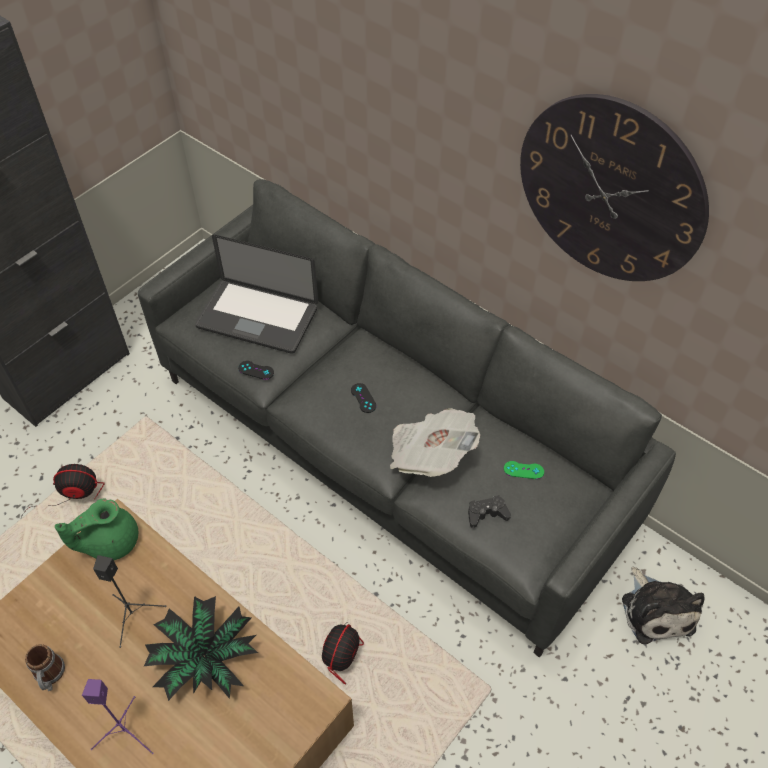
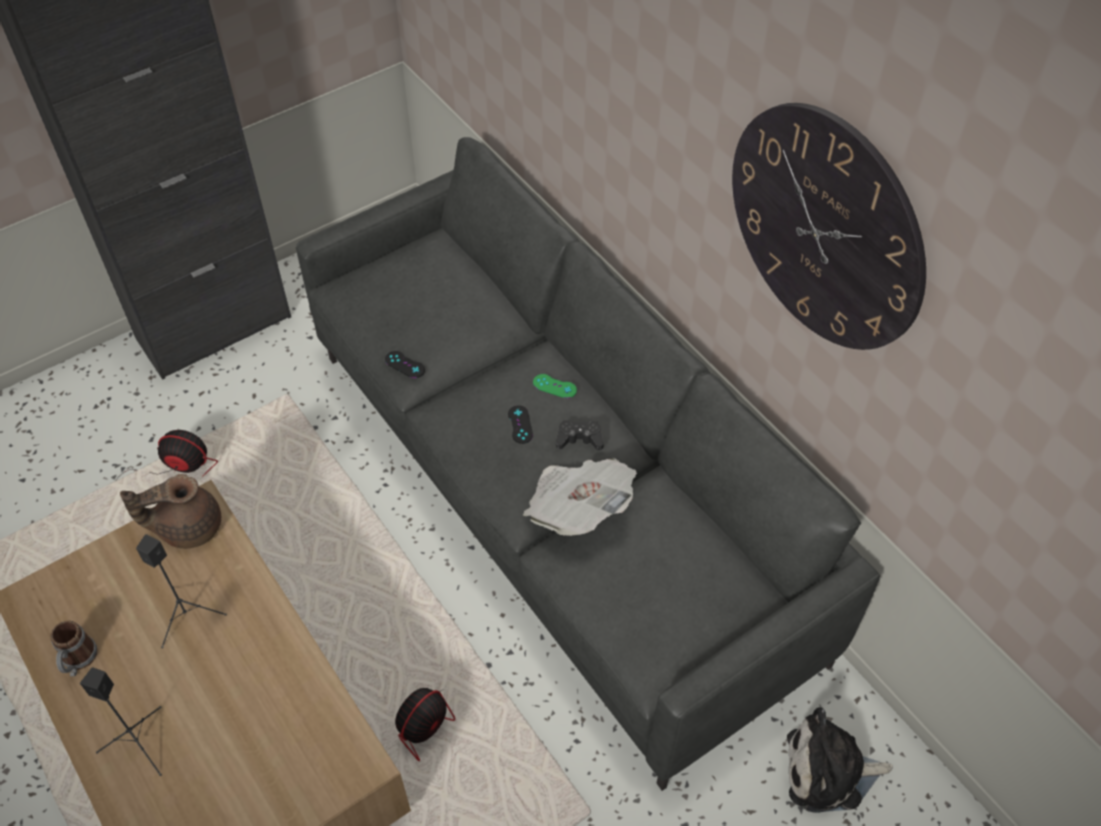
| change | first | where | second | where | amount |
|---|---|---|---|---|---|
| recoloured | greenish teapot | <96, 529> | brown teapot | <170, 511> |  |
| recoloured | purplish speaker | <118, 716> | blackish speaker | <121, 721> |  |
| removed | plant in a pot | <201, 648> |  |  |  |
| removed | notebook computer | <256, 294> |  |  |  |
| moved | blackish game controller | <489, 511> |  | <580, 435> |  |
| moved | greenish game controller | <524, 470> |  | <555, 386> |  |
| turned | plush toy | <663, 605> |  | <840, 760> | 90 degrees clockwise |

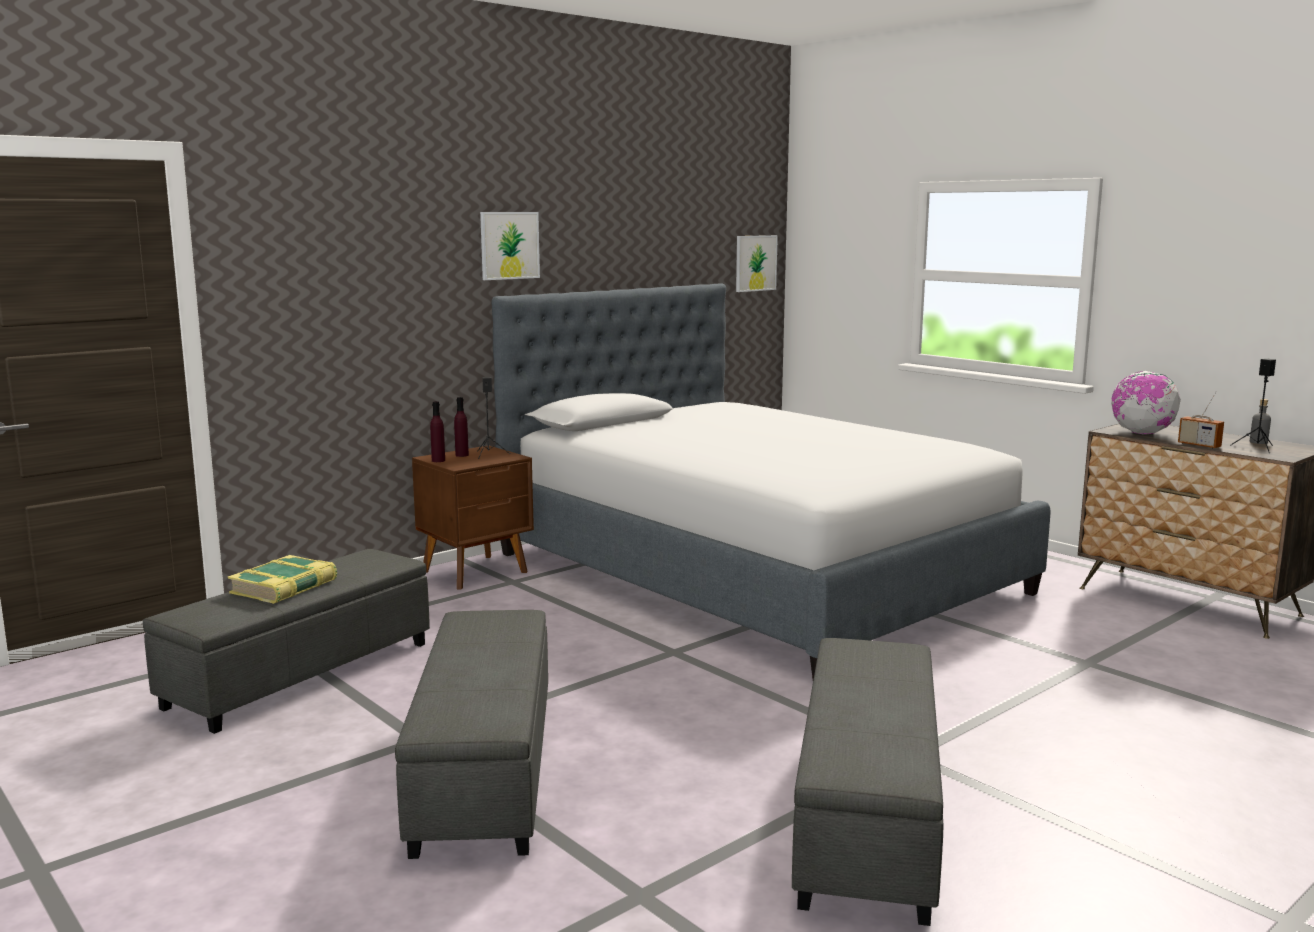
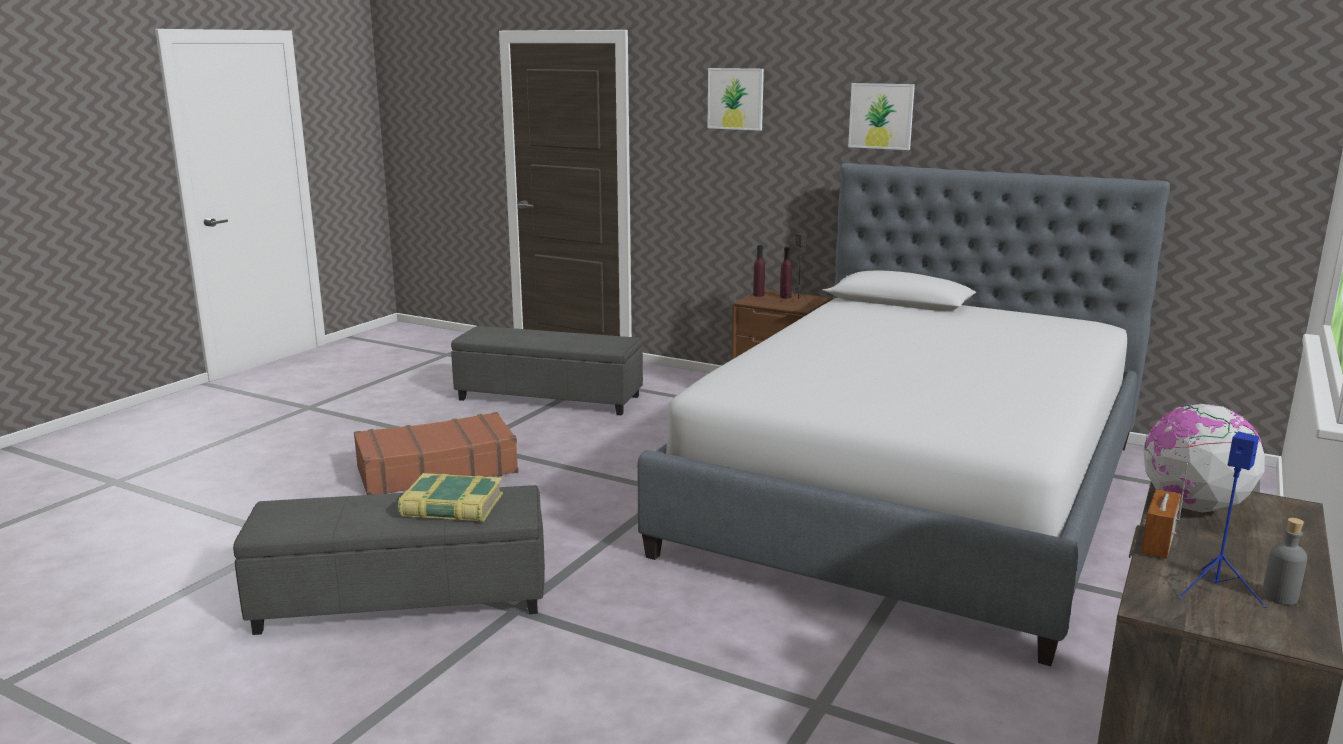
| change | first | where | second | where | amount |
|---|---|---|---|---|---|
| moved | bound book | <282, 579> |  | <450, 497> |  |
| replaced | gray pouffe | <471, 734> | brown piece of luggage | <436, 453> |  |
| moved | picture | <757, 263> |  | <735, 99> |  |
| recoloured | blackish speaker | <1253, 406> | blue speaker | <1222, 519> |  |

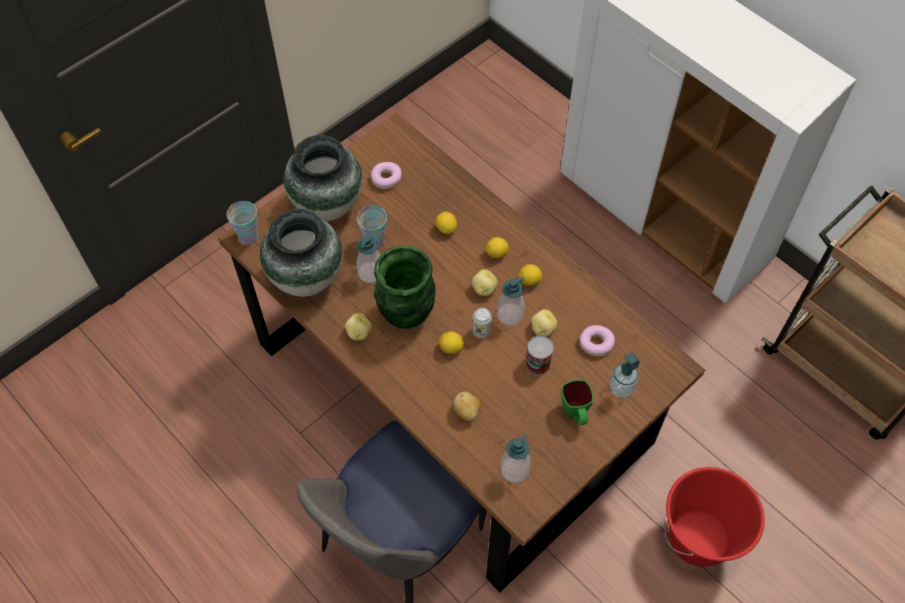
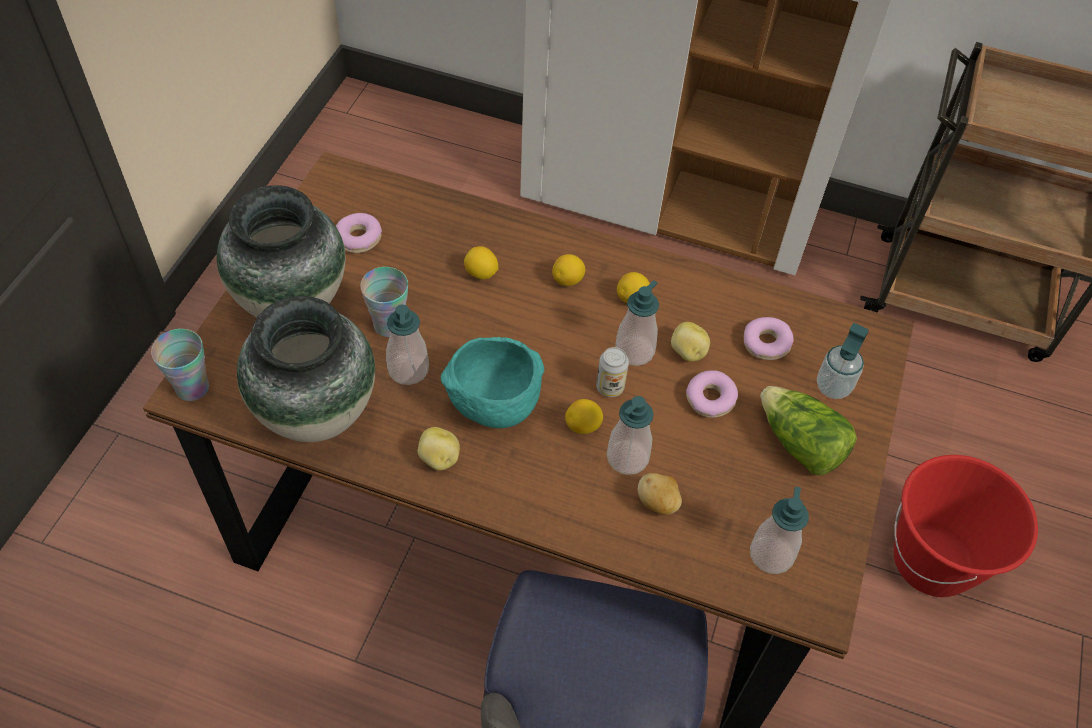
| change | first | where | second | where | amount |
|---|---|---|---|---|---|
| replaced | greenish flower vase | <405, 287> | turquoise deep dish | <492, 382> |  |
| removed | whole potato | <485, 282> |  |  |  |
| replaced | metal can | <540, 355> | doughnut | <712, 394> |  |
| replaced | greenish coffee mug | <577, 402> | head of lettuce | <808, 431> |  |
| added |  |  | liquid soap bottle | <630, 435> |  |

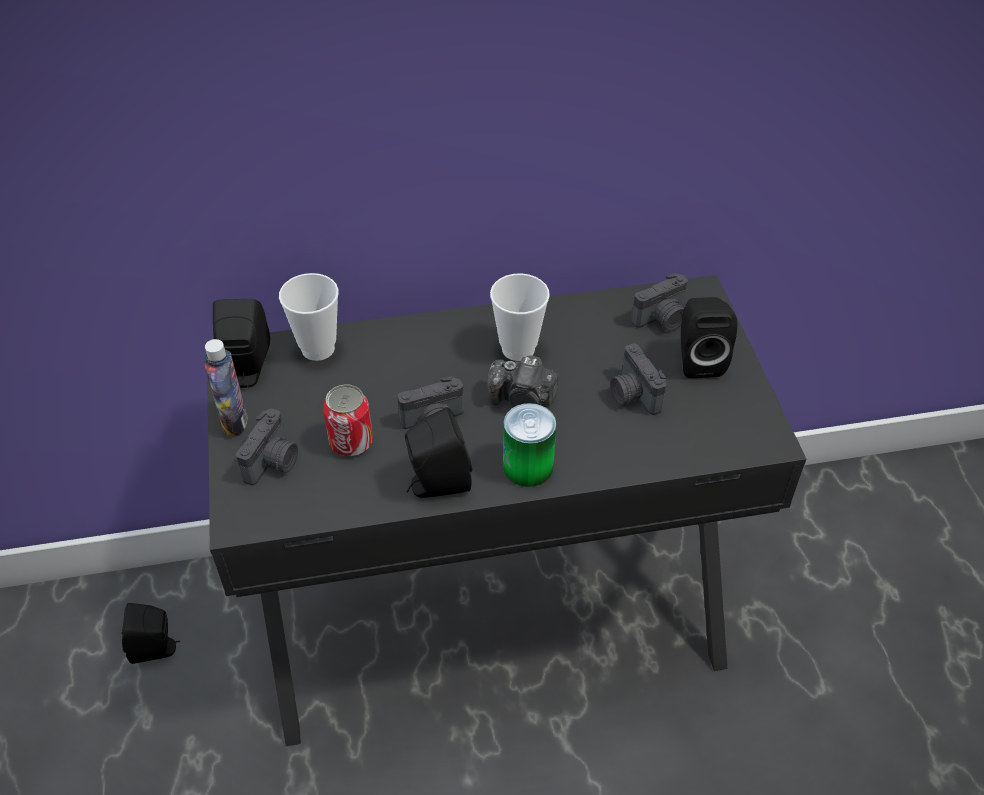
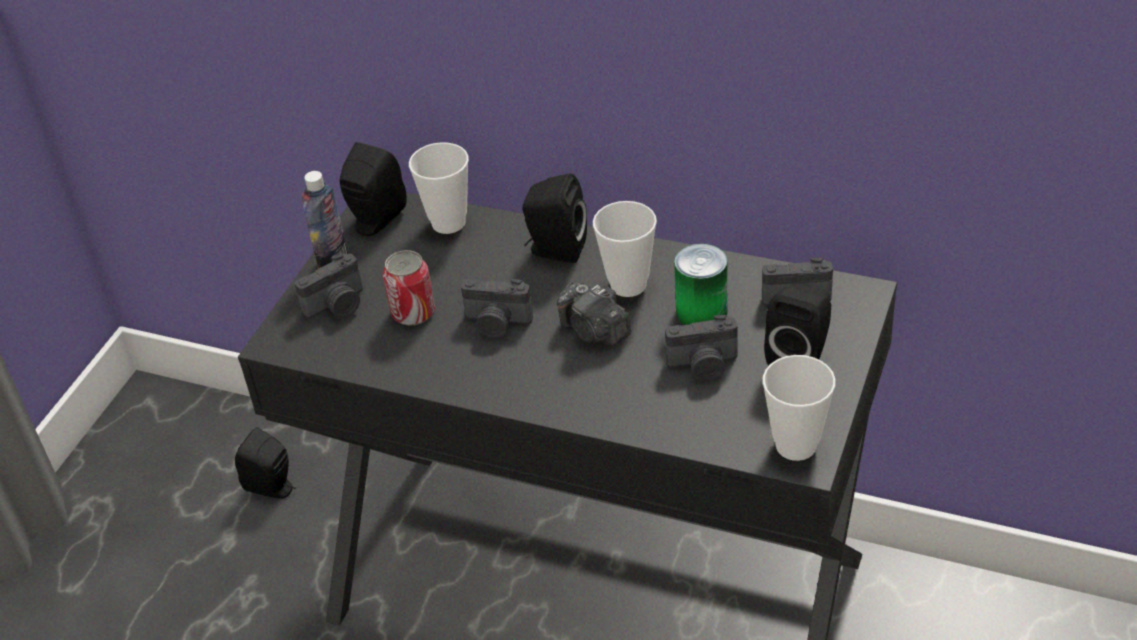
| change | first | where | second | where | amount |
|---|---|---|---|---|---|
| moved | blackish speaker | <438, 452> |  | <554, 218> |  |
| moved | metal can | <529, 445> |  | <701, 284> |  |
| turned | photo camera | <638, 379> |  | <701, 348> | 105 degrees counterclockwise |
| added |  |  | cup | <799, 408> |  |

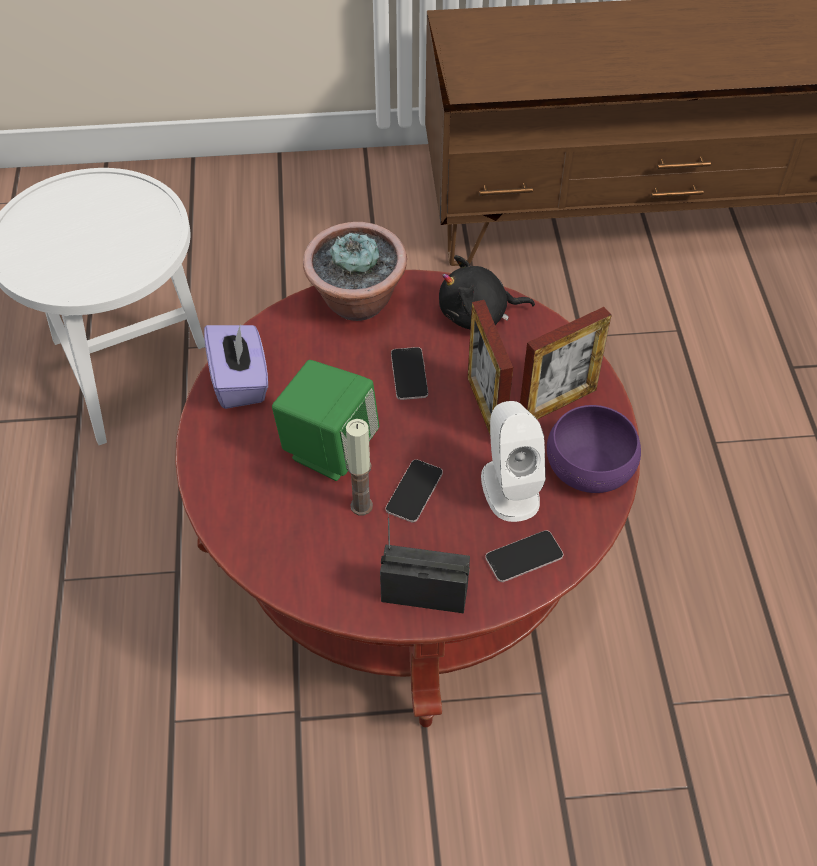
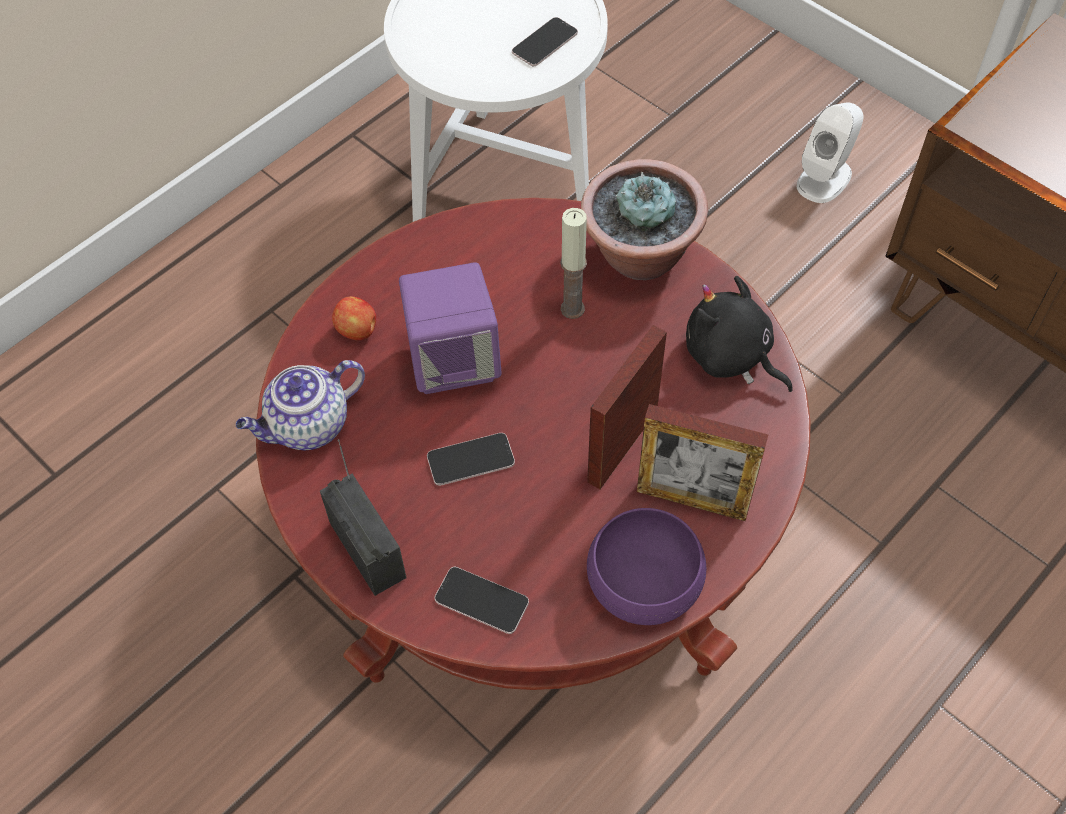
| change | first | where | second | where | amount |
|---|---|---|---|---|---|
| removed | purplish tissue box | <236, 366> |  |  |  |
| recoloured | greenish speaker | <325, 420> | purplish speaker | <450, 328> |  |
| moved | wax candle | <359, 467> |  | <573, 263> |  |
| moved | handset | <409, 373> |  | <545, 41> |  |
| moved | white speaker | <513, 461> |  | <830, 152> |  |
| added |  |  | teapot | <300, 405> |  |
| added |  |  | whole apple | <354, 318> |  |

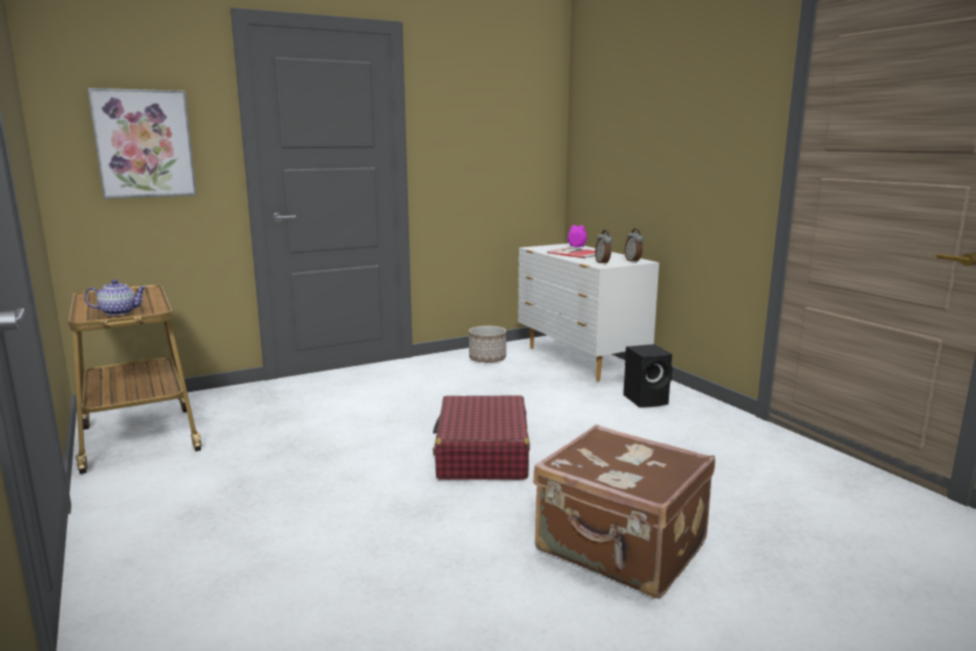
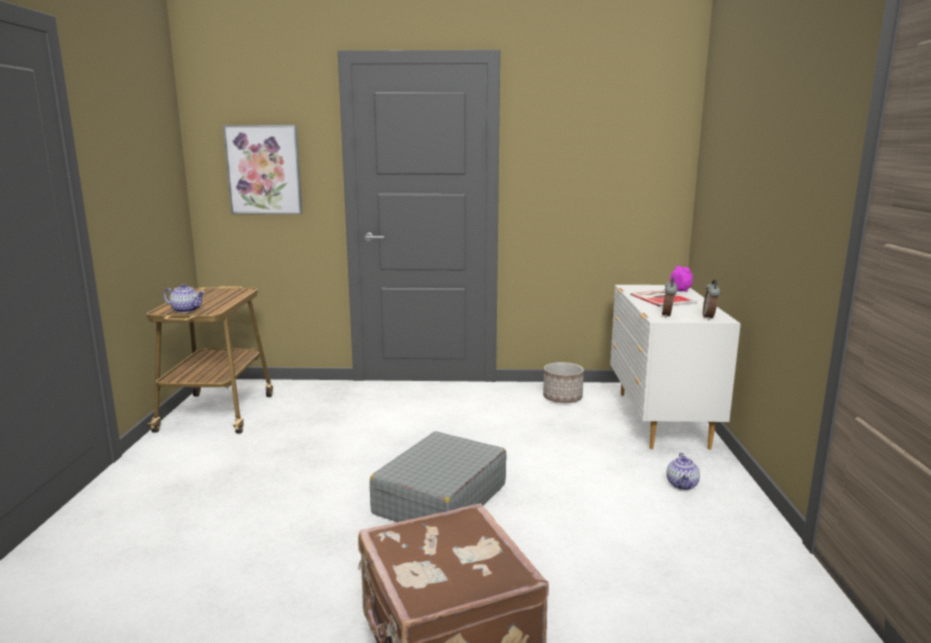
| change | first | where | second | where | amount |
|---|---|---|---|---|---|
| recoloured | red piece of luggage | <481, 437> | gray piece of luggage | <438, 476> |  |
| replaced | blackish speaker | <648, 376> | teapot | <683, 471> |  |

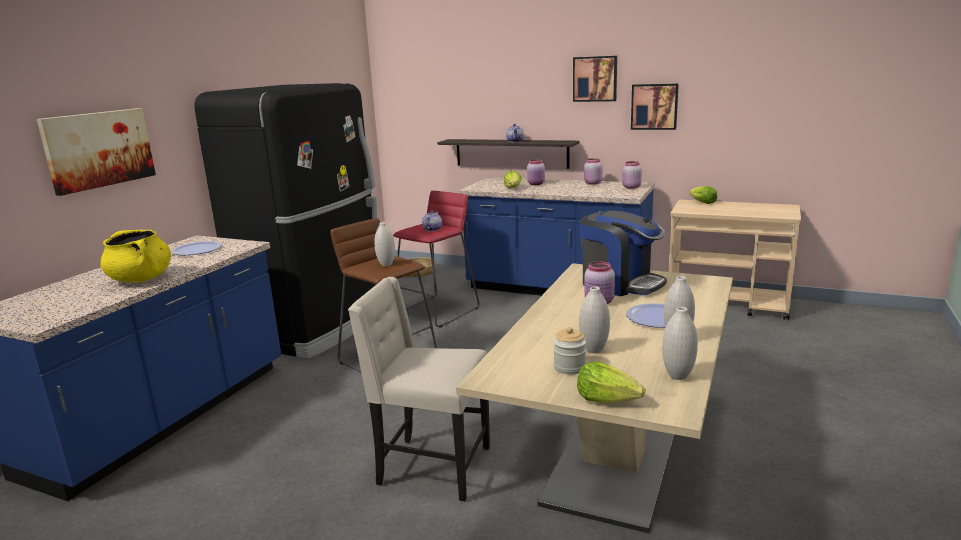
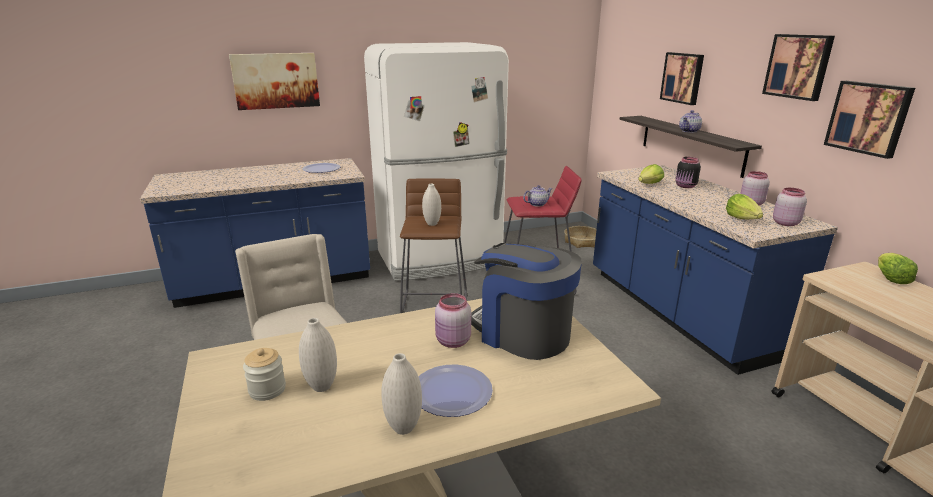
| change | first | where | second | where | amount |
|---|---|---|---|---|---|
| removed | yellow saucepot | <136, 256> |  |  |  |
| recoloured | blackish refrigerator | <285, 221> | white refrigerator | <436, 161> |  |
| recoloured | pink-coloured storage jar | <536, 172> | blackish storage jar | <688, 172> |  |
| moved | head of lettuce | <611, 382> |  | <744, 206> |  |
| turned | coffee machine | <623, 253> |  | <526, 301> | 135 degrees clockwise |
| removed | white flower vase | <680, 343> |  |  |  |
| added |  |  | picture | <682, 78> |  |

